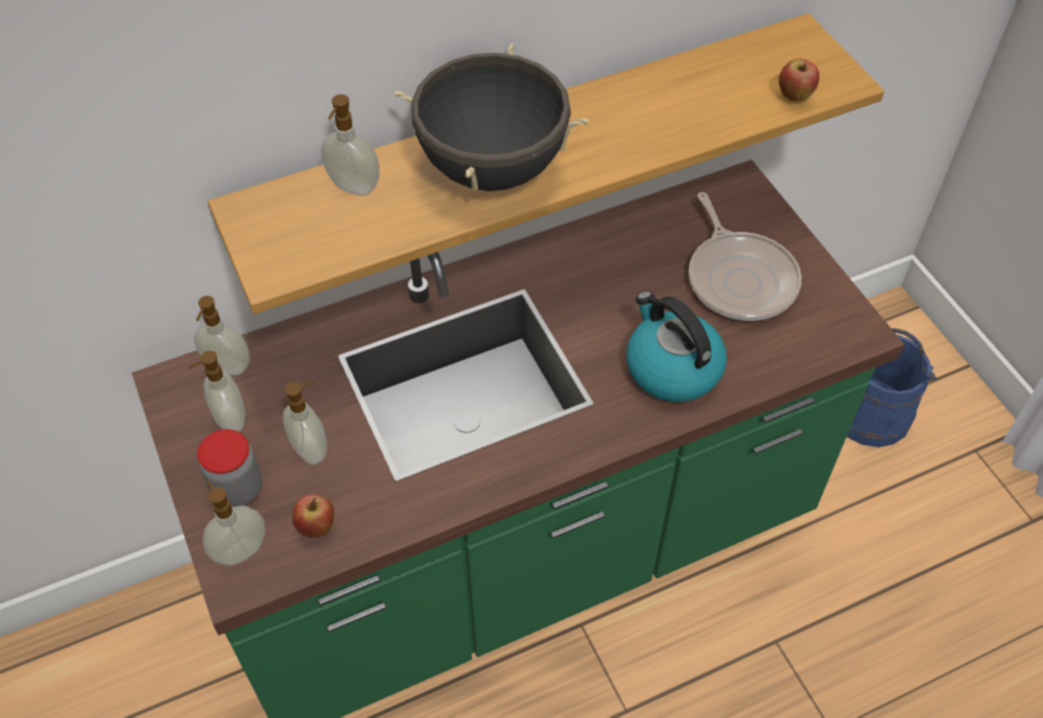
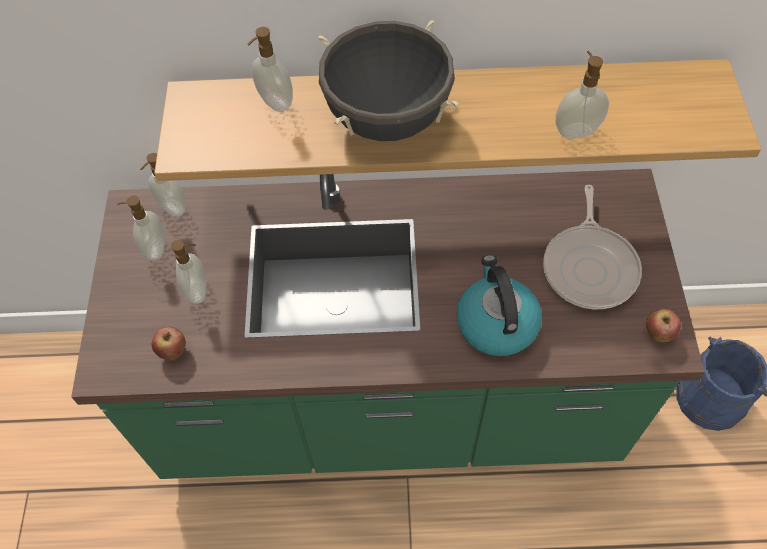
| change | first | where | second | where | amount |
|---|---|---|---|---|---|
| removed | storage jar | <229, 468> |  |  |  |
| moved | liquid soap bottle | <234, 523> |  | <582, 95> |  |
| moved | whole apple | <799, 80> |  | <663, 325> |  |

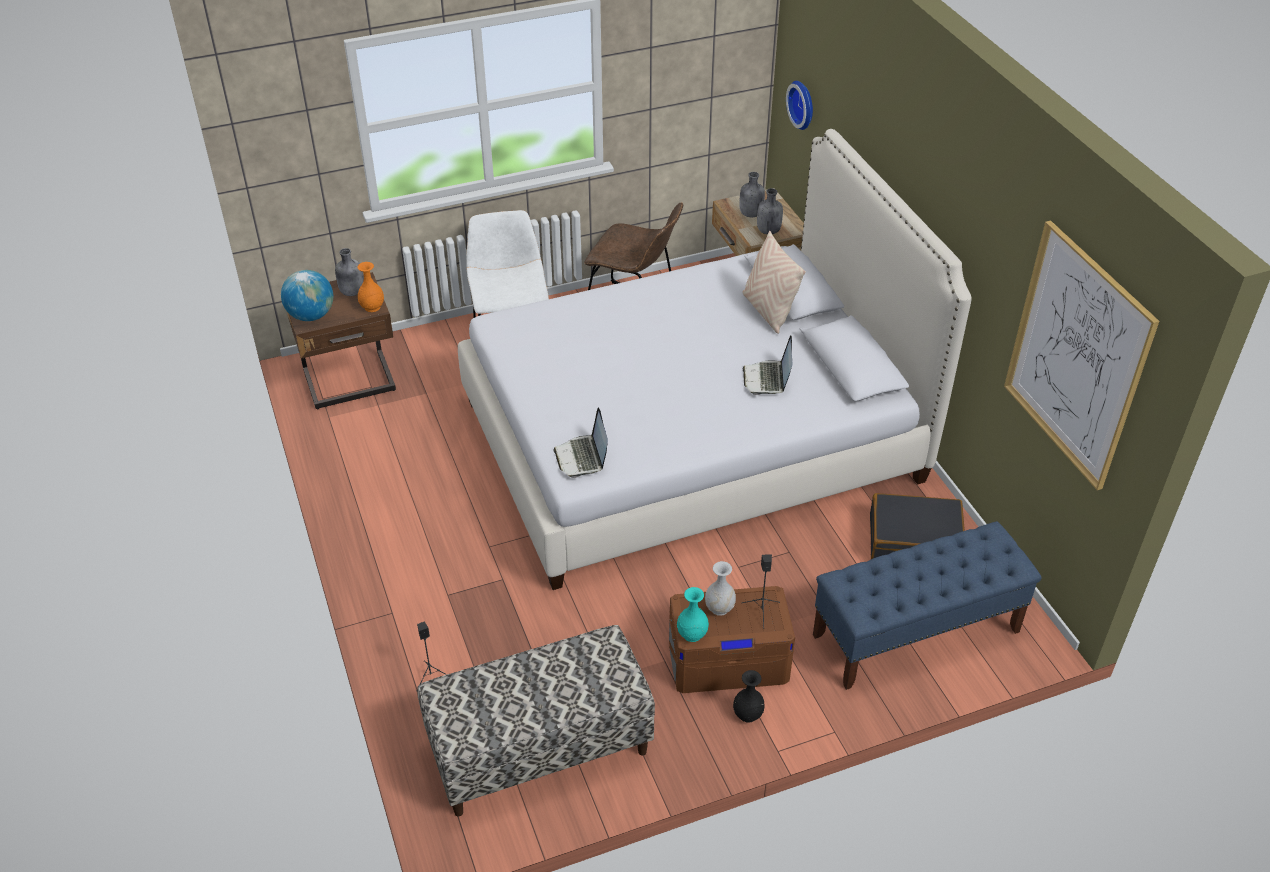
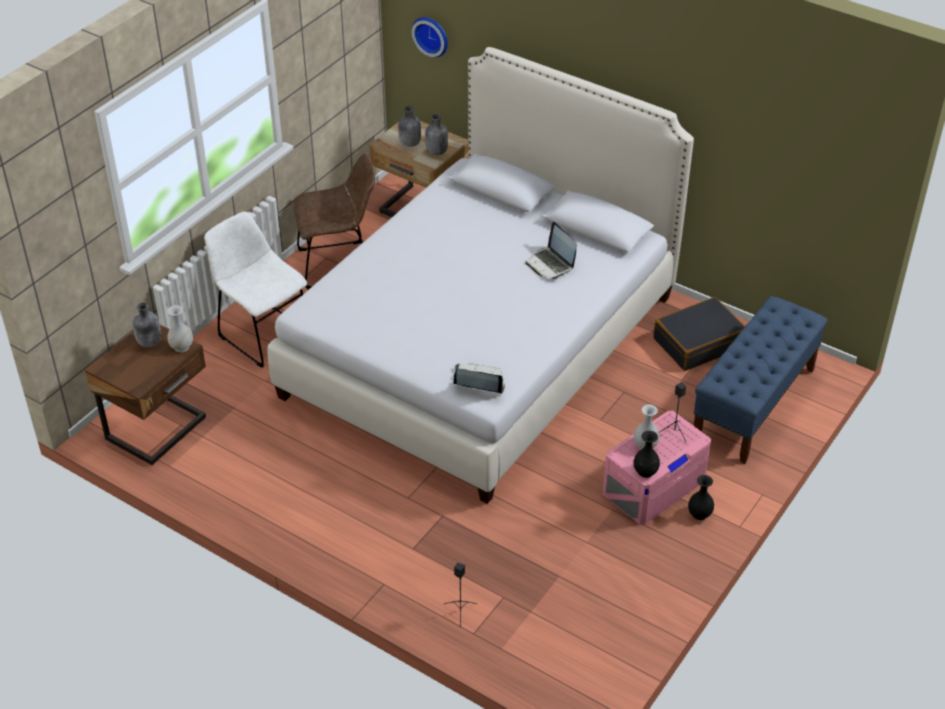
| change | first | where | second | where | amount |
|---|---|---|---|---|---|
| removed | desk globe | <307, 295> |  |  |  |
| recoloured | orange flower vase | <370, 287> | white flower vase | <180, 328> |  |
| removed | long seat | <536, 720> |  |  |  |
| turned | notebook computer | <581, 442> |  | <479, 378> | 150 degrees clockwise |
| recoloured | brown storage box | <732, 639> | pink-coloured storage box | <657, 467> |  |
| recoloured | turquoise flower vase | <693, 614> | blackish flower vase | <647, 454> |  |
| removed | beige pillow | <774, 282> |  |  |  |
| removed | picture | <1081, 355> |  |  |  |

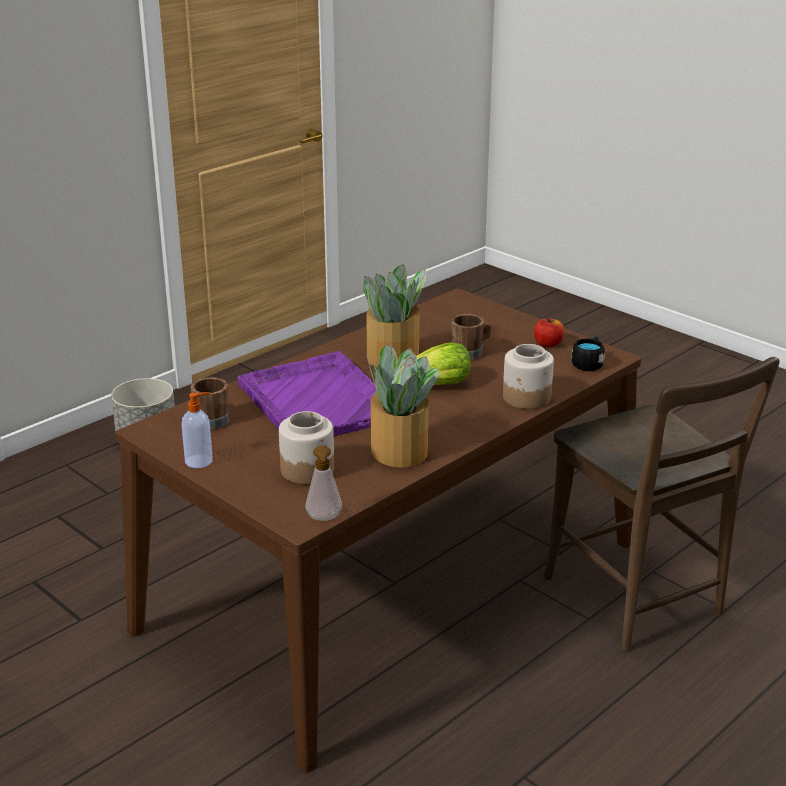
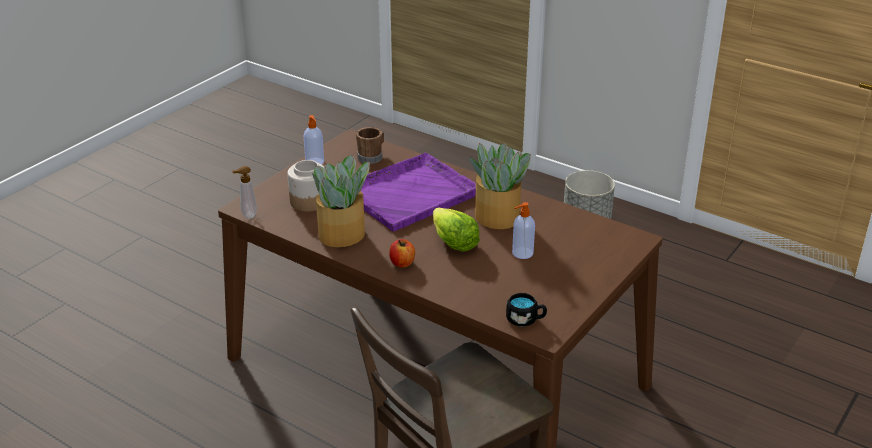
| change | first | where | second | where | amount |
|---|---|---|---|---|---|
| replaced | brown coffee mug | <471, 337> | liquid soap bottle | <523, 230> |  |
| removed | storage jar | <528, 376> |  |  |  |
| moved | whole apple | <549, 333> |  | <402, 253> |  |

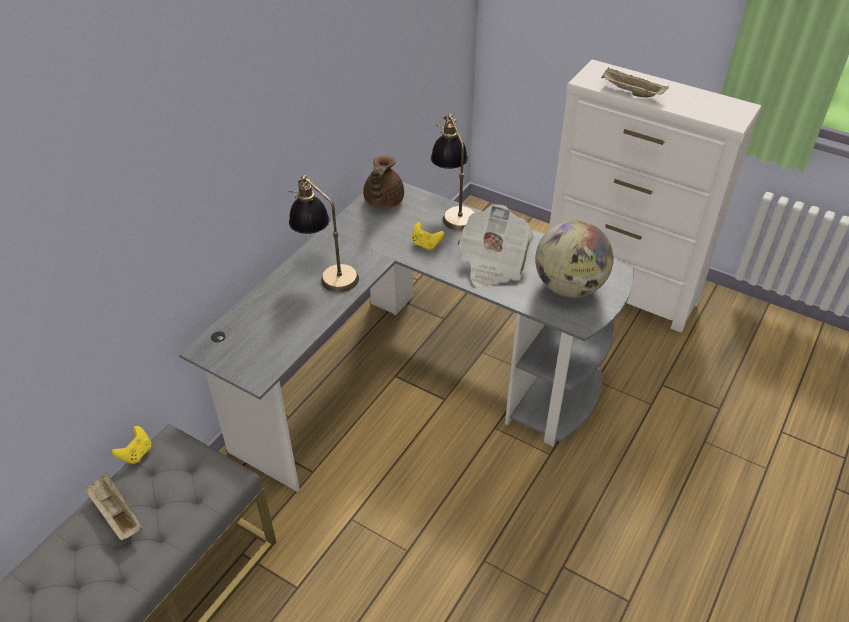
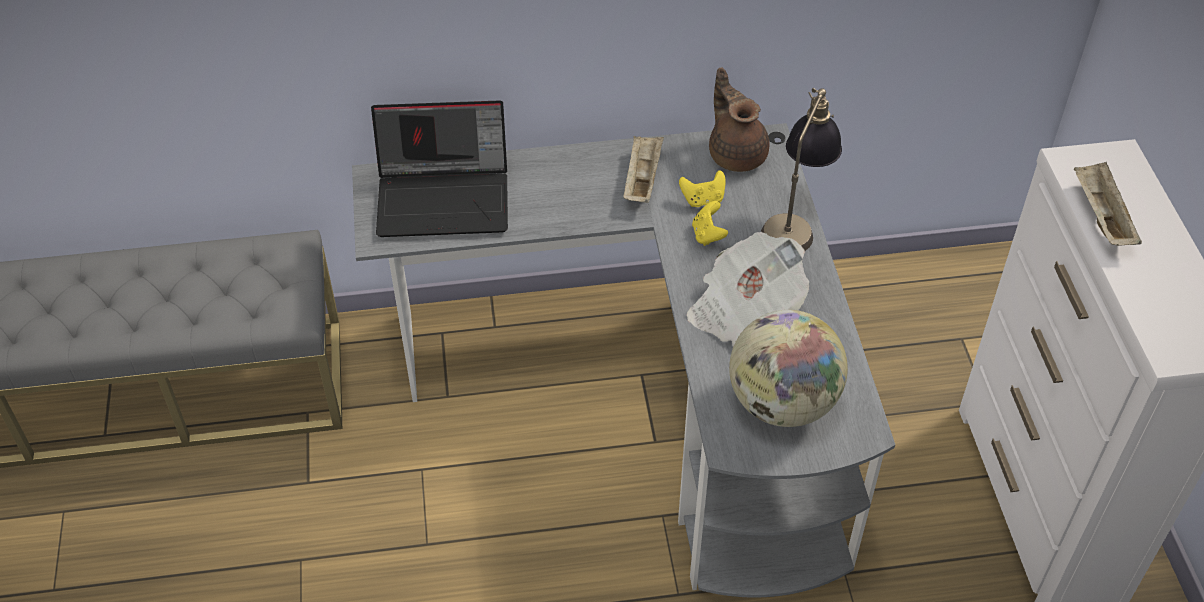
| change | first | where | second | where | amount |
|---|---|---|---|---|---|
| moved | beige tray | <113, 506> |  | <643, 169> |  |
| moved | yellow game controller | <132, 445> |  | <702, 188> |  |
| removed | table lamp | <324, 233> |  |  |  |
| turned | brown teapot | <383, 182> |  | <739, 120> | 90 degrees clockwise |
| added |  |  | notebook computer | <439, 168> |  |

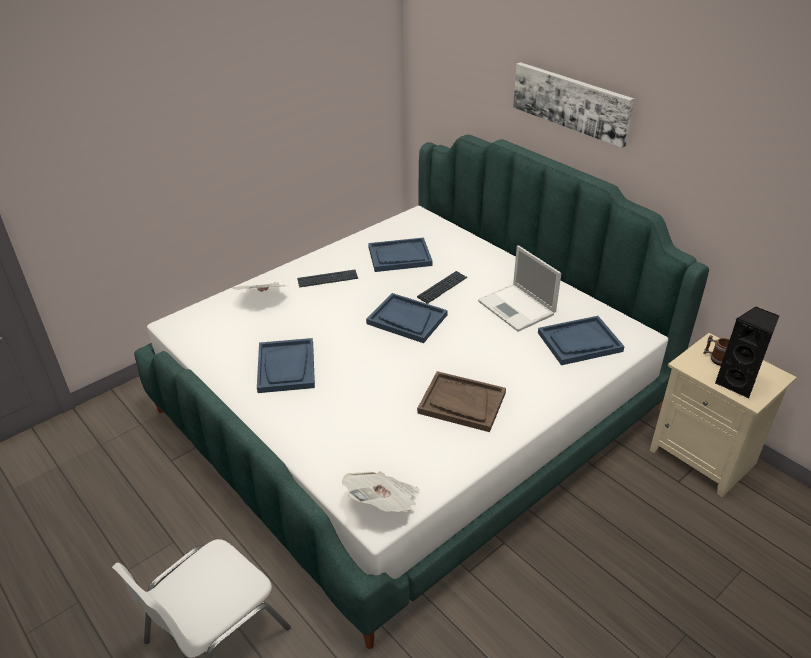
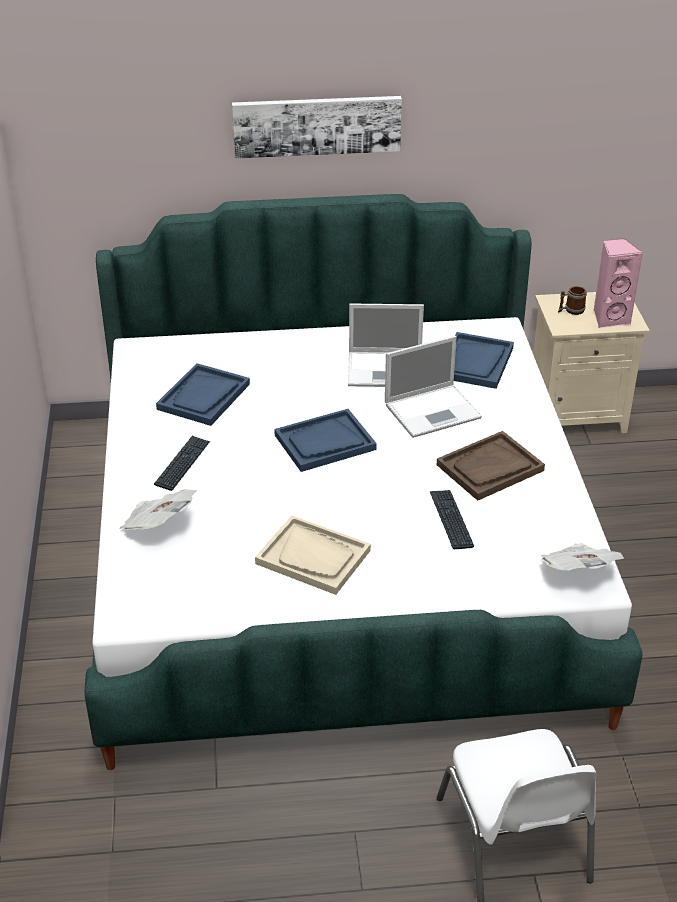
| change | first | where | second | where | amount |
|---|---|---|---|---|---|
| recoloured | blue tray | <286, 365> | beige tray | <313, 555> |  |
| moved | computer keyboard | <442, 287> |  | <452, 519> |  |
| recoloured | blackish speaker | <747, 352> | pink-coloured speaker | <618, 283> |  |
| added |  |  | notebook computer | <433, 387> |  |

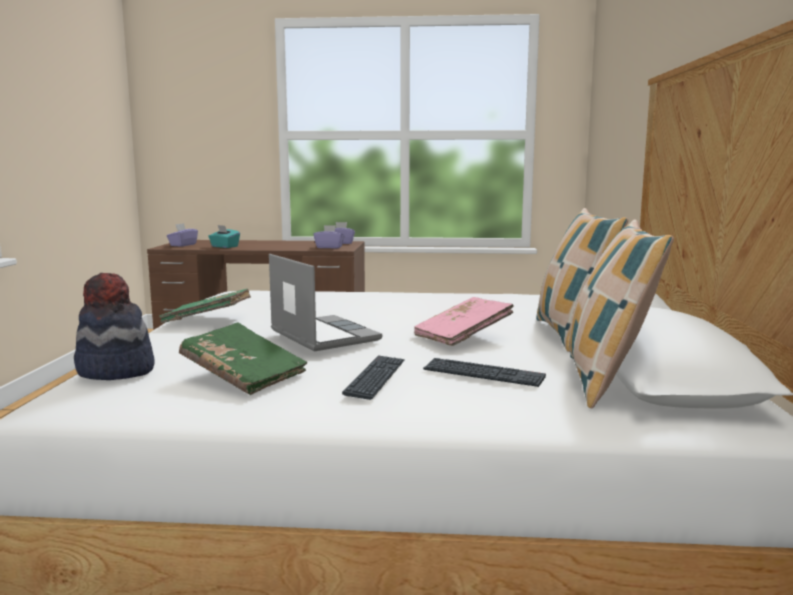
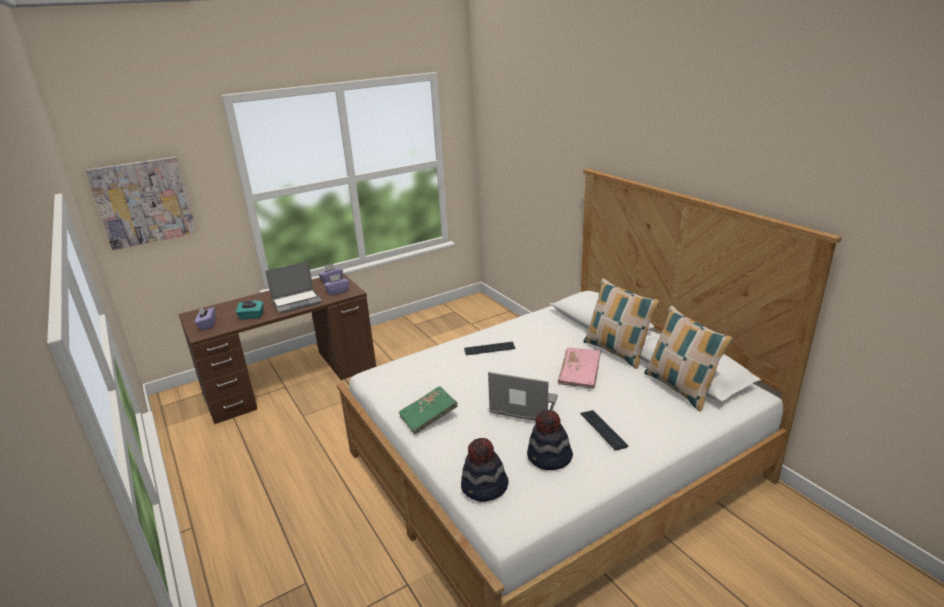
| change | first | where | second | where | amount |
|---|---|---|---|---|---|
| replaced | greenish bound book | <243, 359> | wearable hat | <550, 440> |  |
| moved | computer keyboard | <484, 372> |  | <490, 348> |  |
| added |  |  | picture | <141, 203> |  |
| added |  |  | notebook computer | <293, 287> |  |

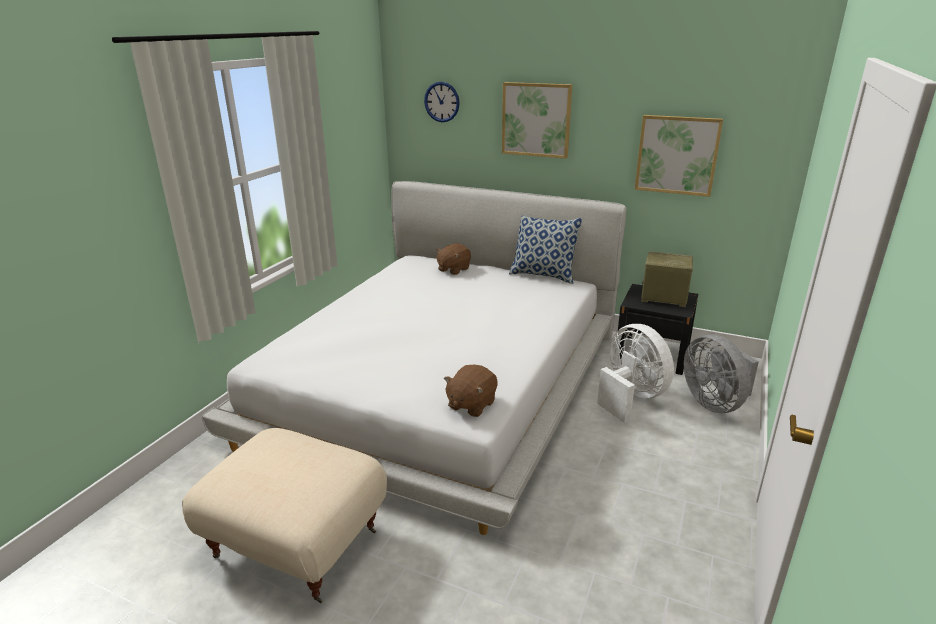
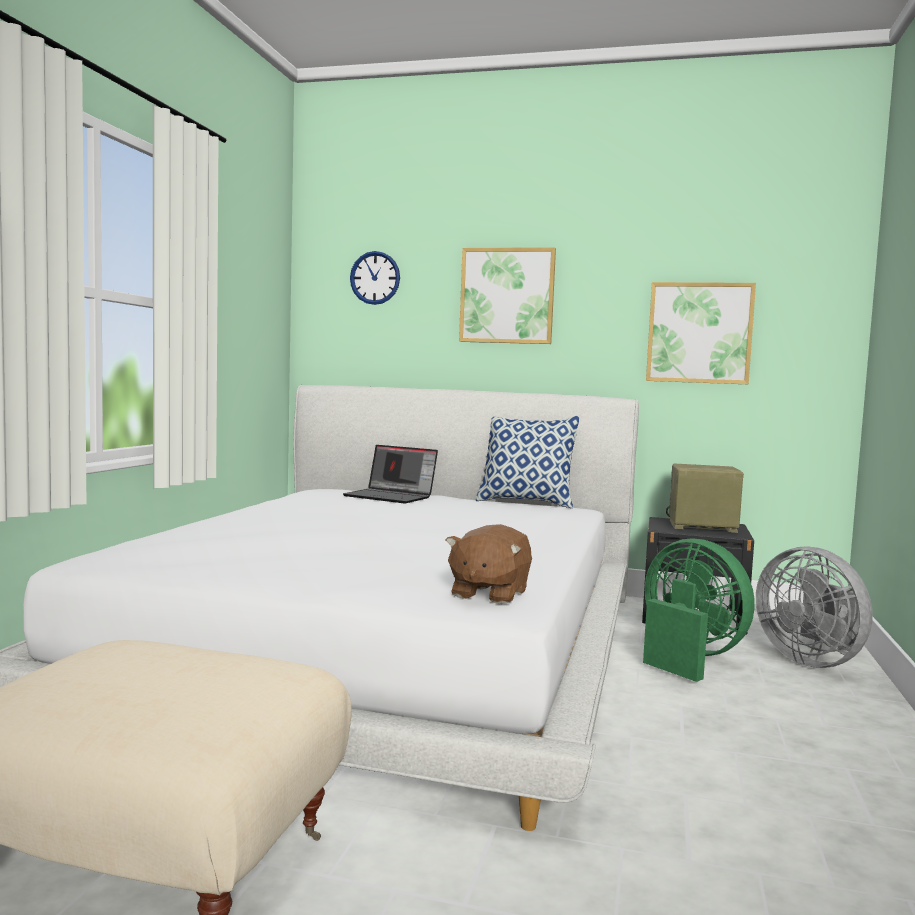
| change | first | where | second | where | amount |
|---|---|---|---|---|---|
| replaced | brown plush toy | <453, 259> | notebook computer | <390, 474> |  |
| recoloured | white cooling fan | <635, 373> | greenish cooling fan | <699, 610> |  |

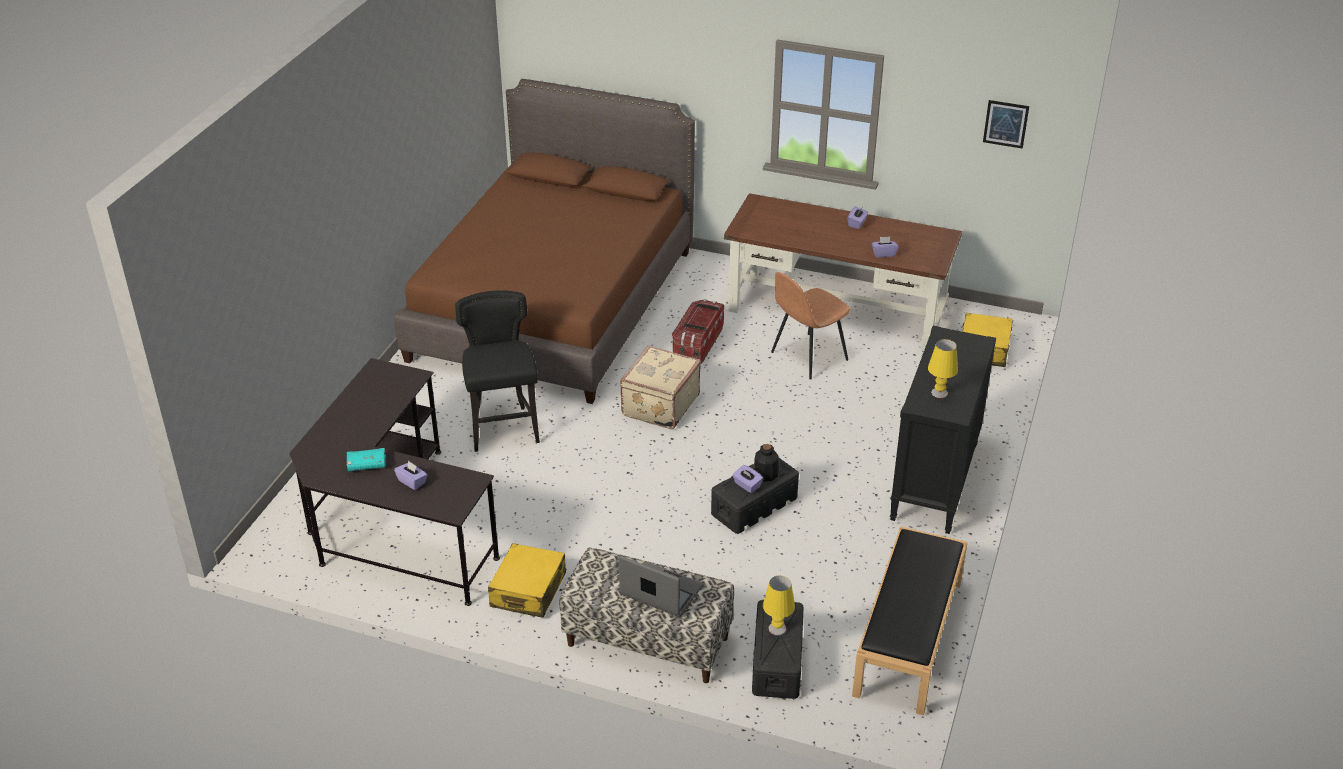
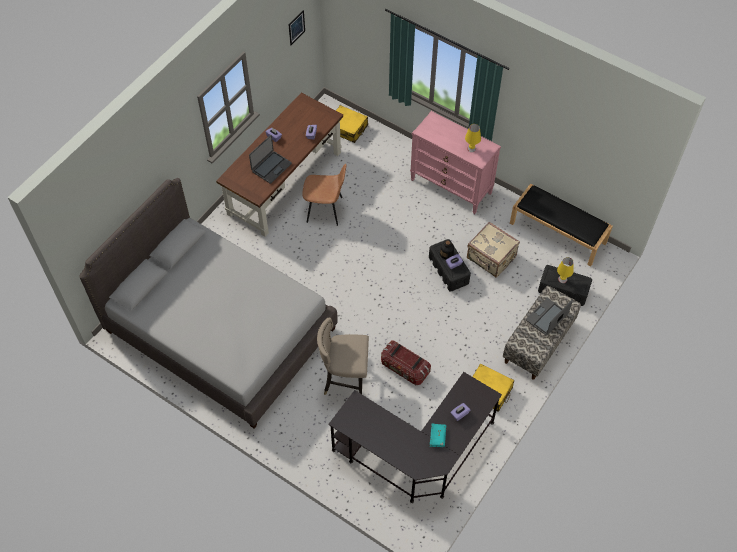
| change | first | where | second | where | amount |
|---|---|---|---|---|---|
| recoloured | brown sleeping bed | <544, 241> | gray sleeping bed | <208, 303> |  |
| recoloured | blackish sitting stool | <497, 371> | beige sitting stool | <343, 356> |  |
| moved | beige piece of luggage | <660, 387> |  | <493, 250> |  |
| moved | storage box | <698, 331> |  | <406, 362> |  |
| turned | brown upright chair | <810, 325> |  | <324, 195> | 60 degrees counterclockwise |
| recoloured | blackish dresser | <943, 430> | pink-coloured dresser | <455, 162> |  |
| added |  |  | notebook computer | <270, 159> |  |

